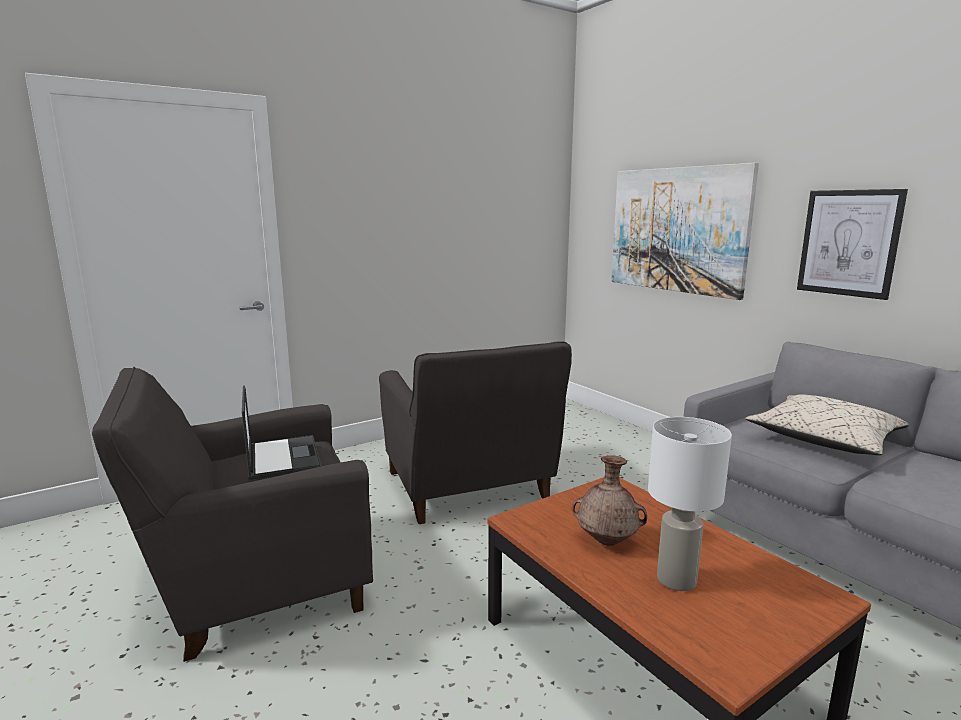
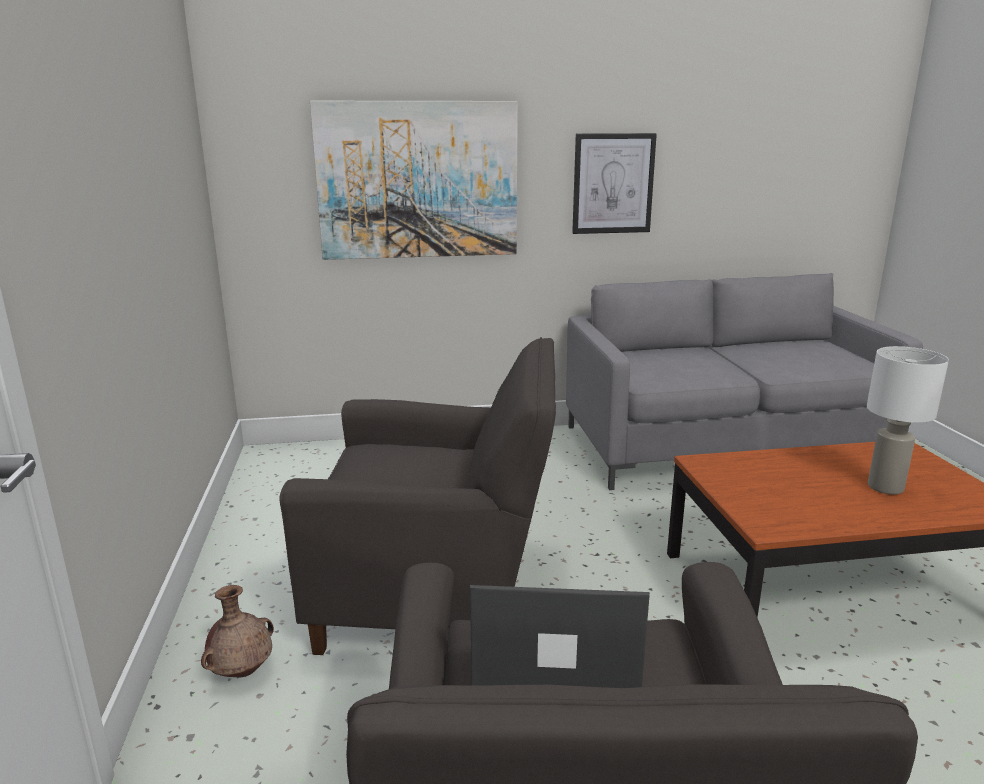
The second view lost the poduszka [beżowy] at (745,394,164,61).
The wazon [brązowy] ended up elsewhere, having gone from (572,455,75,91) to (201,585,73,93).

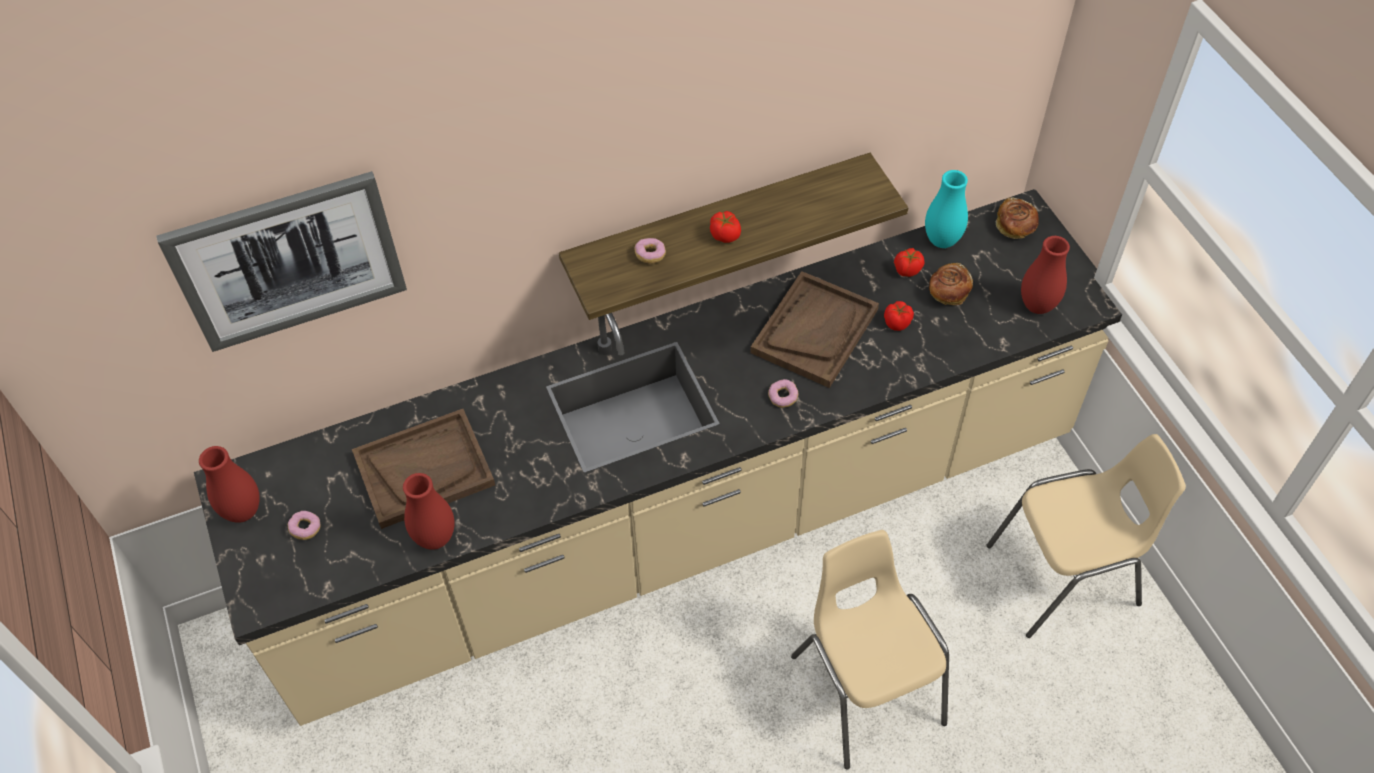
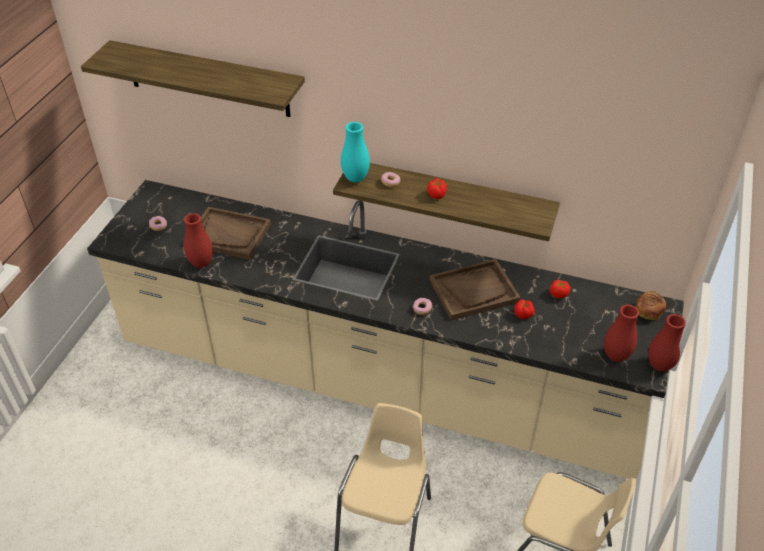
The wazon [turkusowy] ended up elsewhere, having gone from (925,170,43,78) to (341,122,29,60).
Where the obraz hung at (156,171,251,181), the półka came to hang at (81,40,224,77).
The second view lost the chleb at (929,263,44,42).
The wazon [czerwony] ended up elsewhere, having gone from (199,446,61,77) to (648,314,38,58).

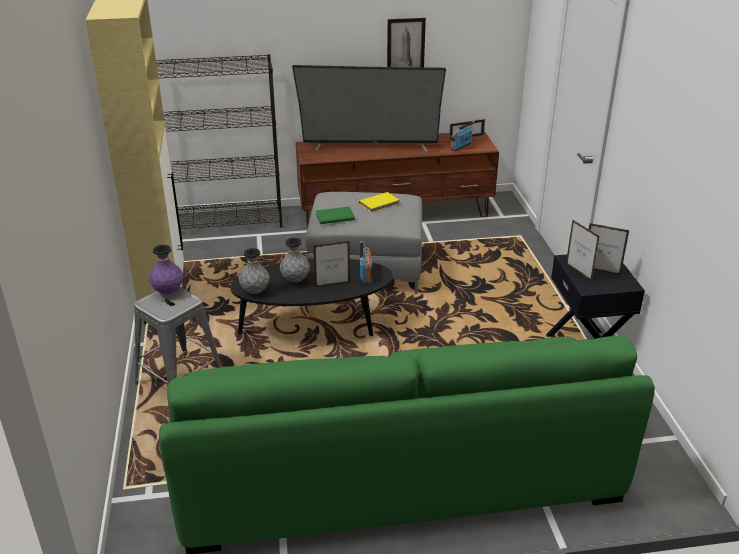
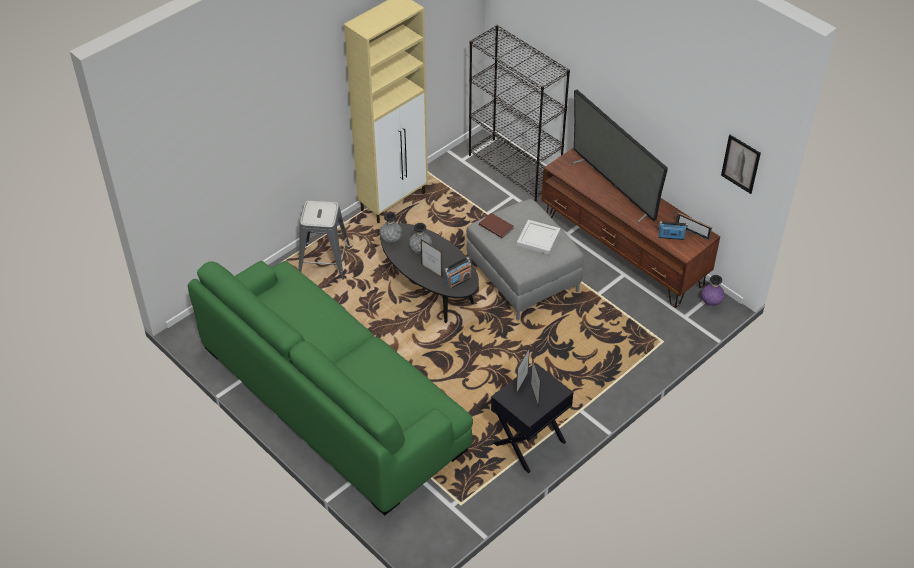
The obraz ended up elsewhere, having gone from (387,18,39,49) to (721,135,40,59).
Where the książka [żółty] stood at (359,192,41,20), the taca [biały] came to stand at (517,220,43,34).
What was the książka [zielony] at (316,207,39,17) turned into the książka [brązowy] at (479,213,35,25).
The wazon [fioletowy] ended up elsewhere, having gone from (149,245,34,49) to (701,275,24,31).

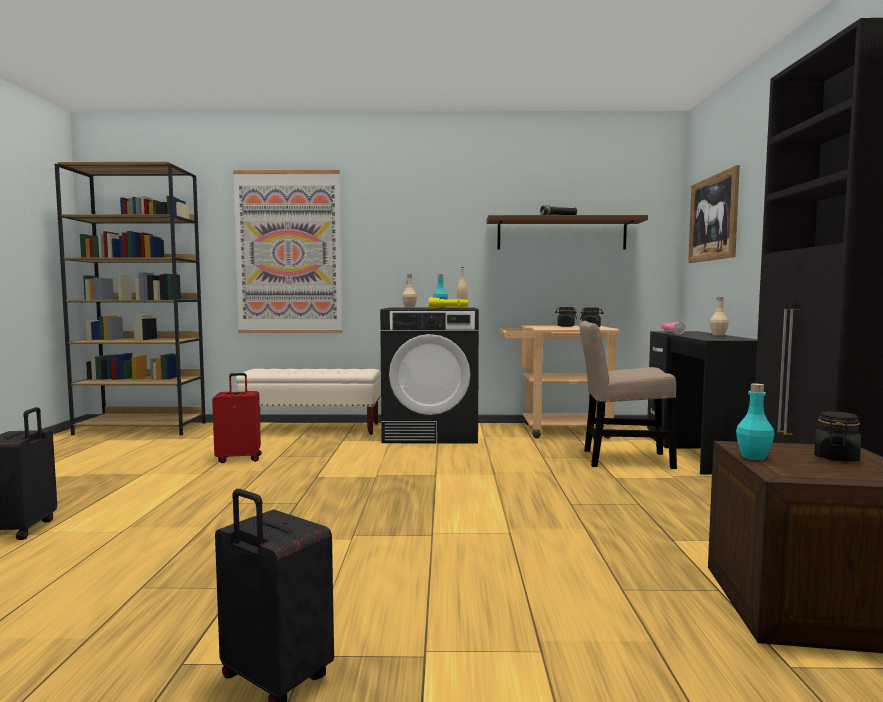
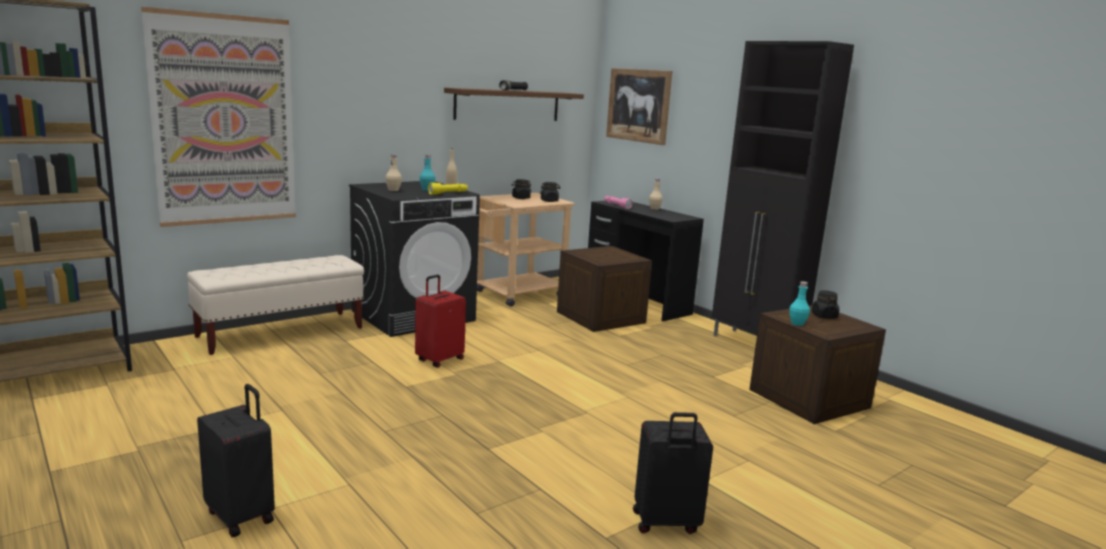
Where the krzesło [beżowy] stood at (579,321,98,148), the skrzynka came to stand at (557,246,95,86).
The walizka [czerwony] ended up elsewhere, having gone from (212,373,50,90) to (415,275,51,93).

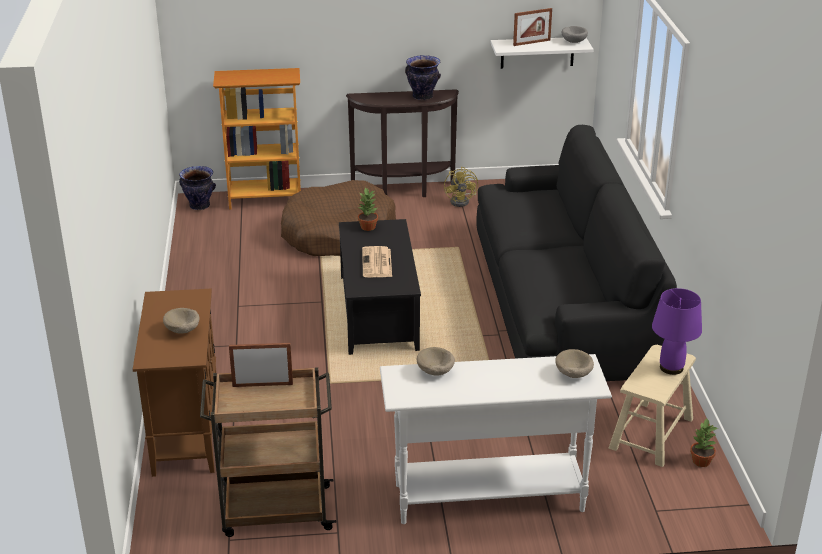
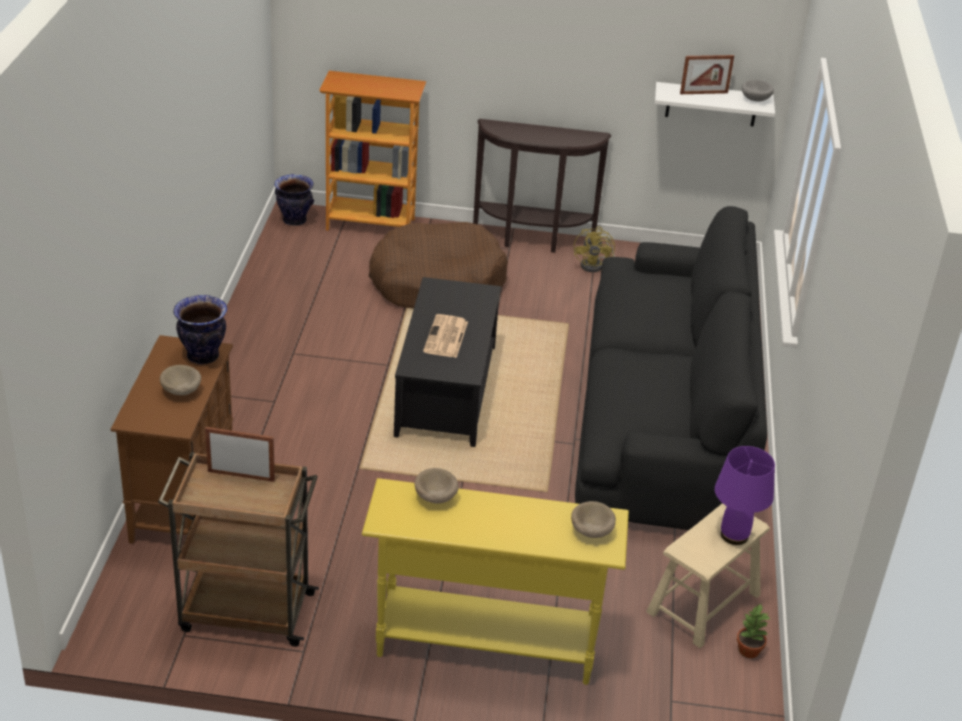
The wazon ended up elsewhere, having gone from (405,55,36,45) to (174,295,53,69).
The second view lost the roślina doniczkowa at (358,187,20,44).
What was the stolik konsolowy [biały] at (380,354,232,170) turned into the stolik konsolowy [żółty] at (362,478,267,207).

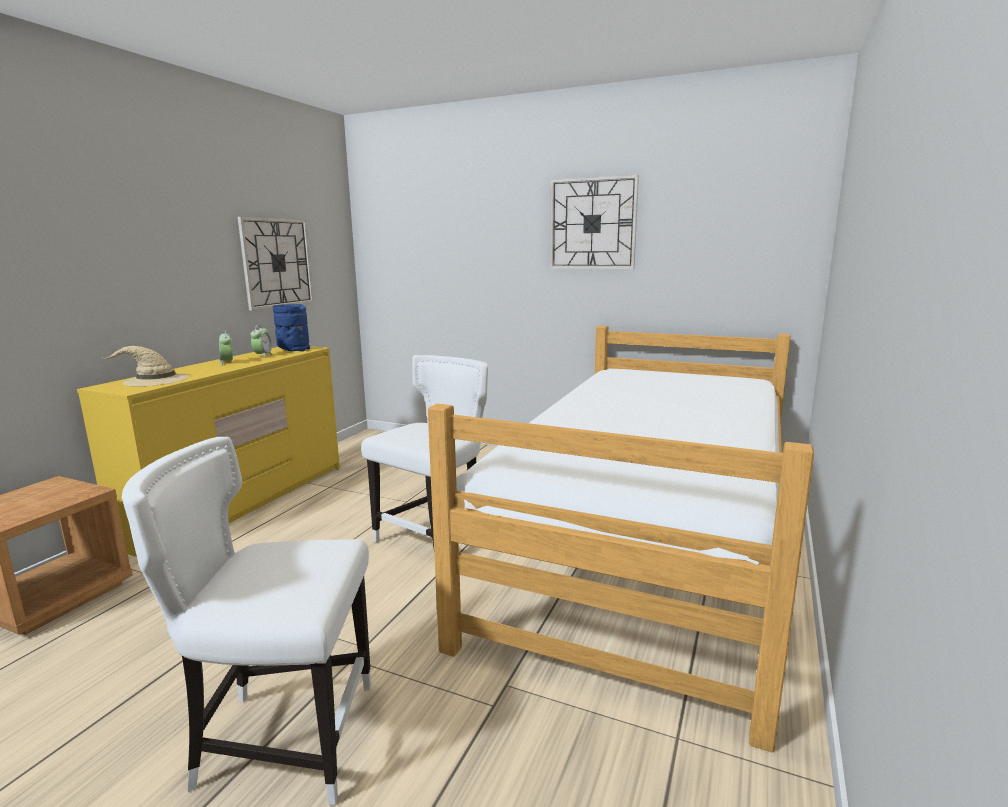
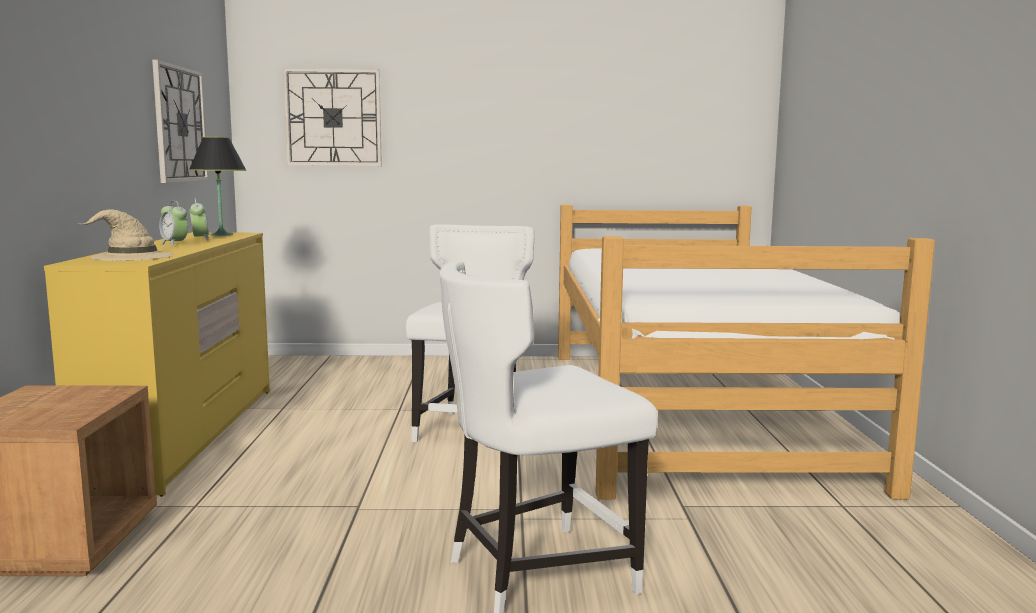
The zegar ścienny ended up elsewhere, having gone from (550,175,89,94) to (283,68,99,98).
Where the wazon [niebieski] stood at (273,304,37,48), the lampa stołowa [czarny] came to stand at (189,137,58,99).

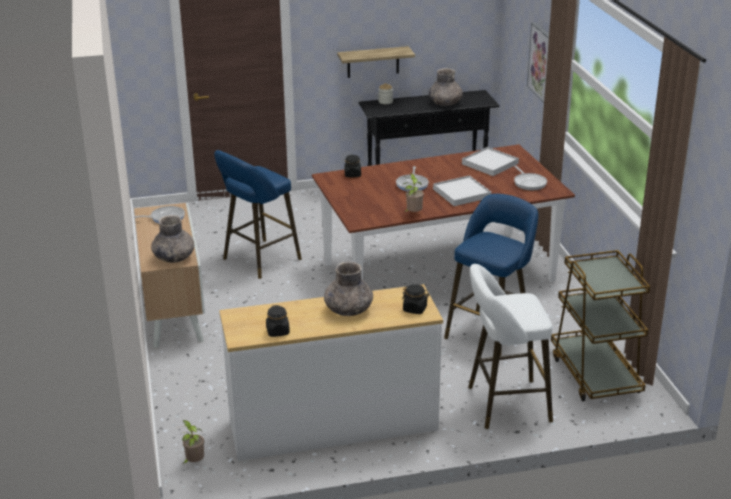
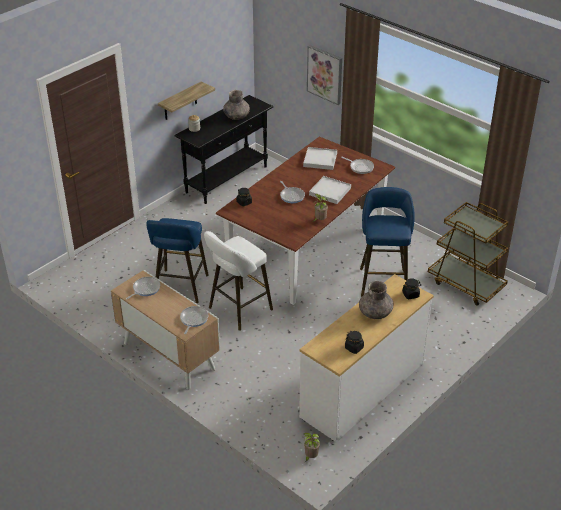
Where the wazon [szary] stood at (151,215,43,48), the patelnia came to stand at (180,306,28,28).
The stołek [biały] ended up elsewhere, having gone from (468,264,85,165) to (204,231,69,100).

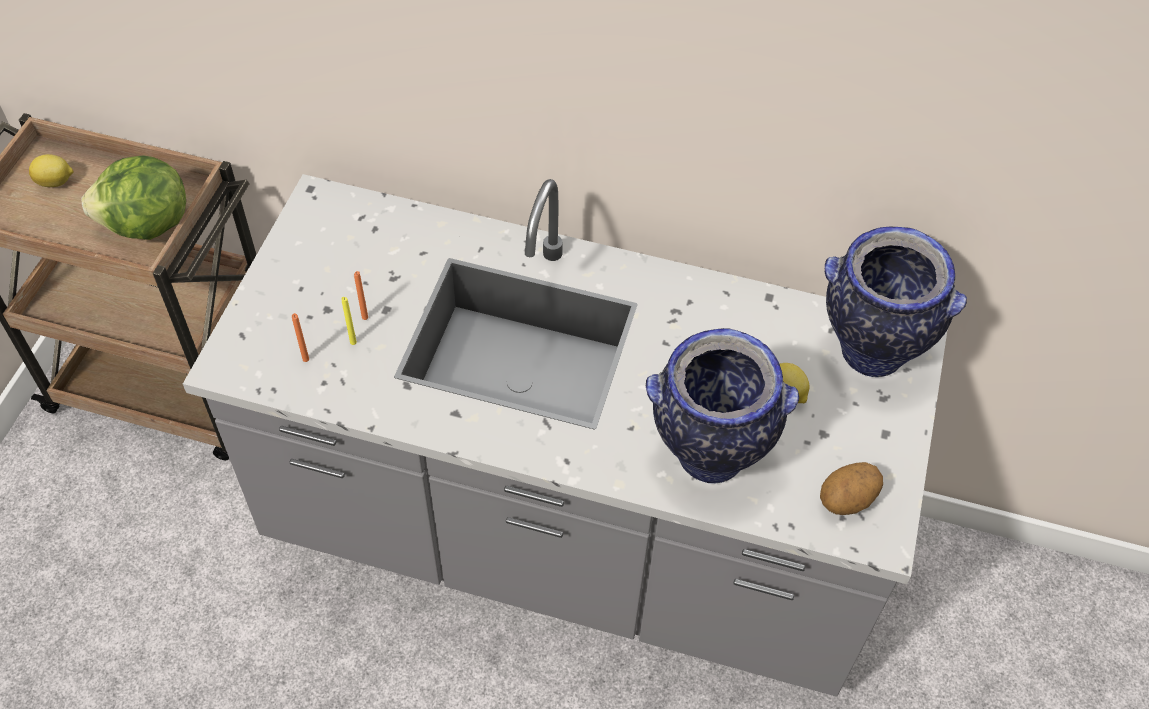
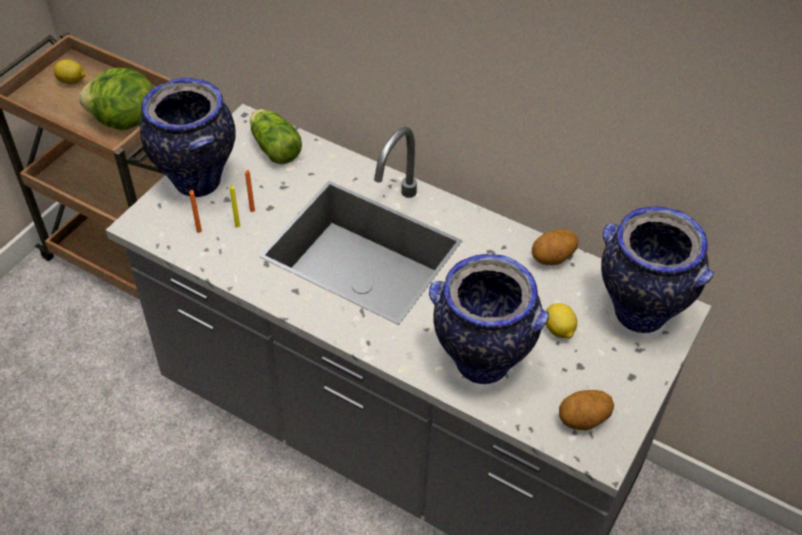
The second view gained the wazon at (140,78,95,119).
The second view gained the sałata at (250,109,52,55).
The second view gained the ziemniak at (532,229,46,36).

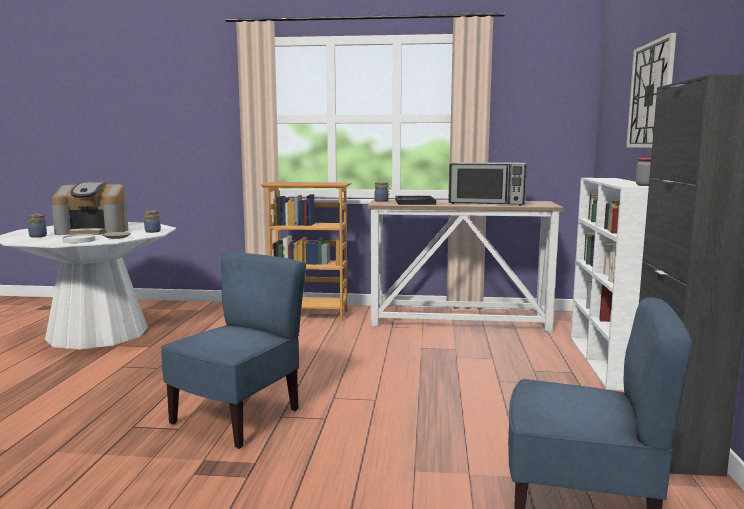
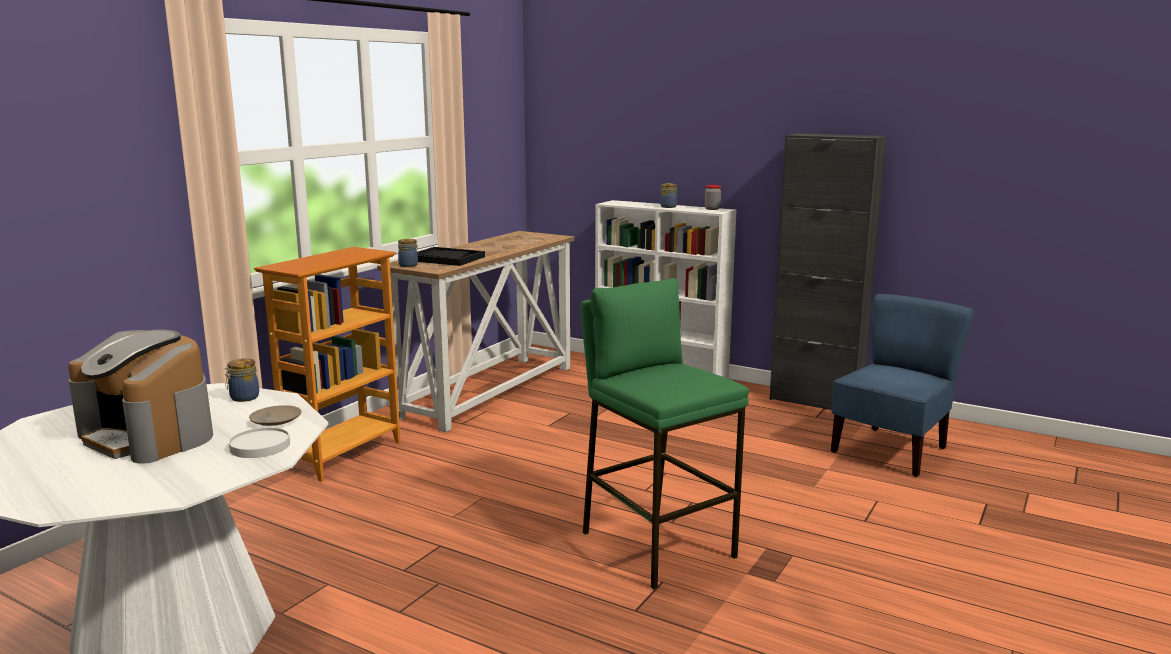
The second view lost the zegar ścienny at (626,33,50,115).
The second view lost the mikrofalówka at (448,162,79,43).
The ekspres do kawy at (52,182,76,53) ended up facing another way, 105 degrees clockwise from before.
The słoik ended up elsewhere, having gone from (28,214,19,24) to (660,183,17,25).
Where the krzesło [niebieski] stood at (161,253,145,196), the stołek [zielony] came to stand at (581,278,168,312).

